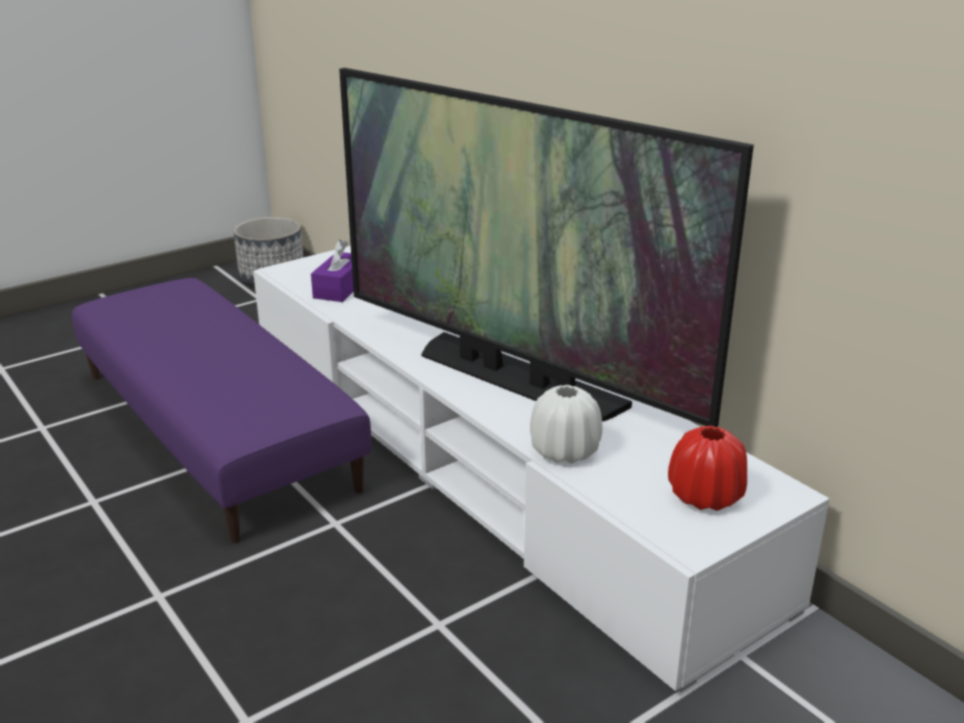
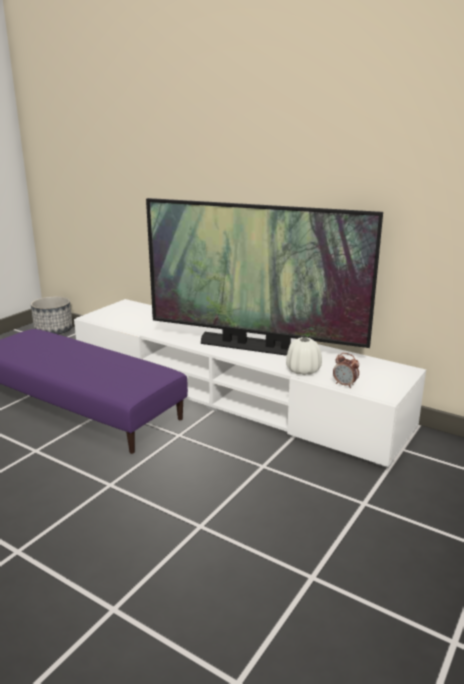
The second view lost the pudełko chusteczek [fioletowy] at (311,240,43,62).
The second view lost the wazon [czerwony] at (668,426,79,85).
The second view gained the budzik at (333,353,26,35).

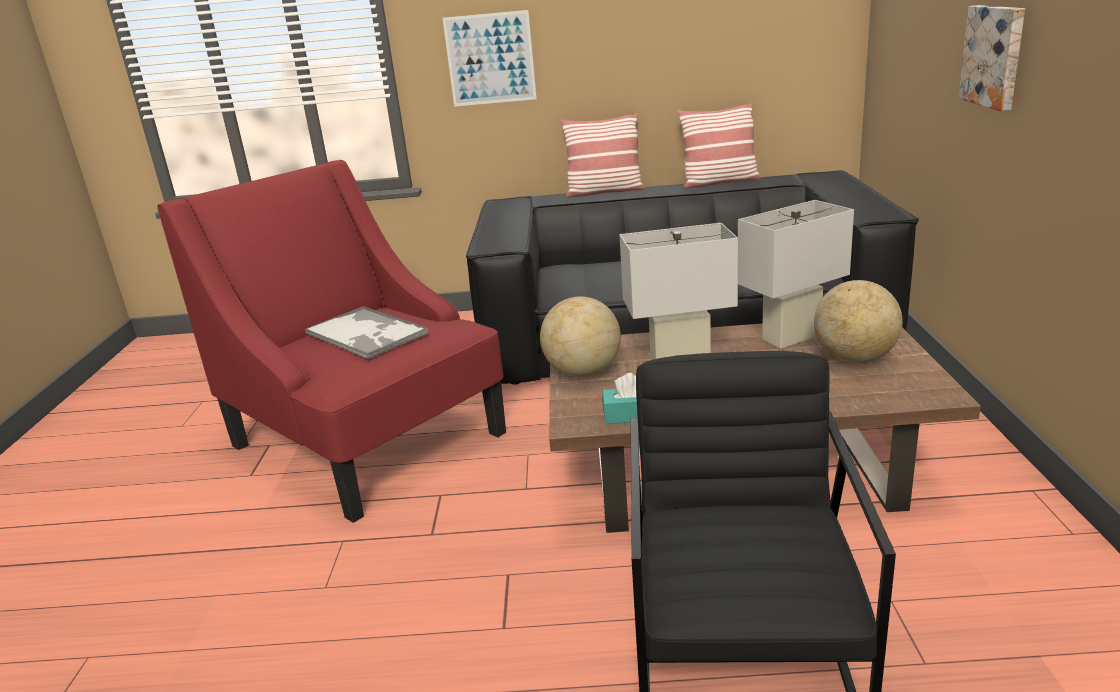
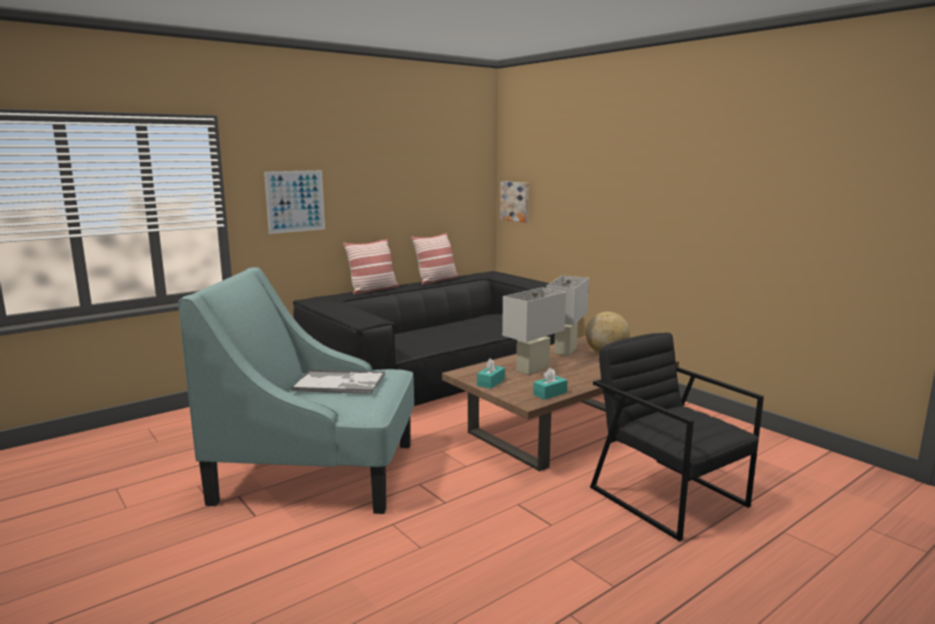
The obraz ended up elsewhere, having gone from (958,5,67,106) to (500,181,29,41).
What was the fotel [czerwony] at (157,160,349,363) turned into the fotel [turkusowy] at (178,267,236,247).
Where the globus stood at (540,296,81,81), the pudełko chusteczek [turkusowy] came to stand at (477,358,28,31).

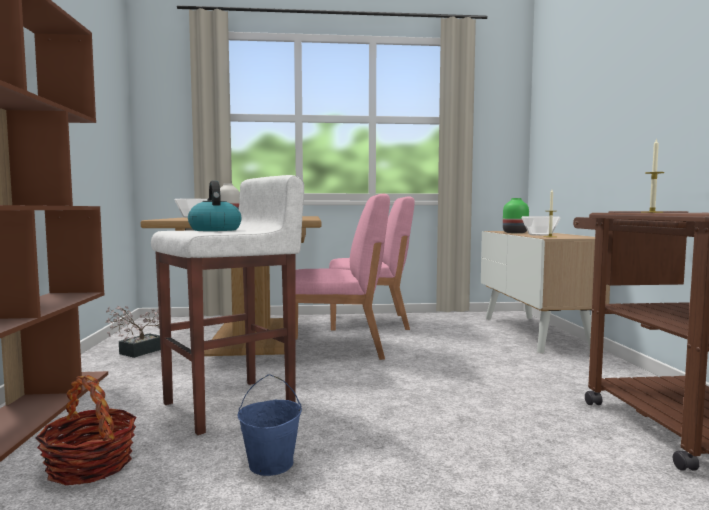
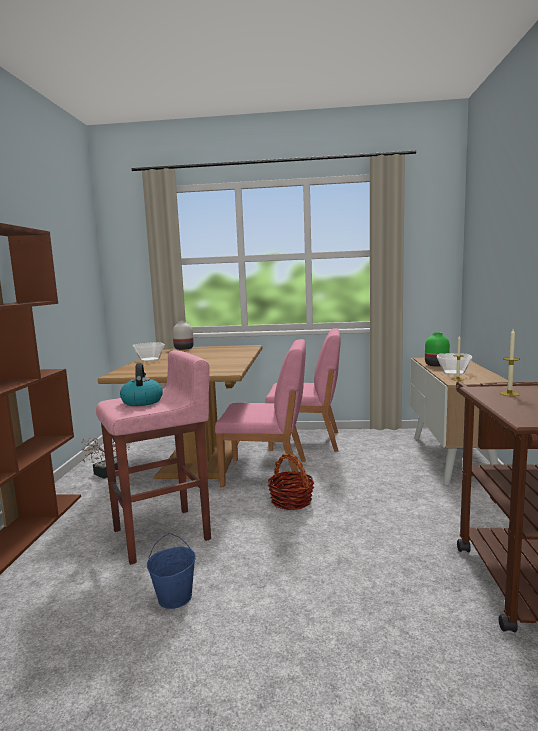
What was the stołek [biały] at (151,175,153,260) turned into the stołek [różowy] at (96,350,115,215).
The koszyk ended up elsewhere, having gone from (35,375,102,110) to (268,454,46,56).

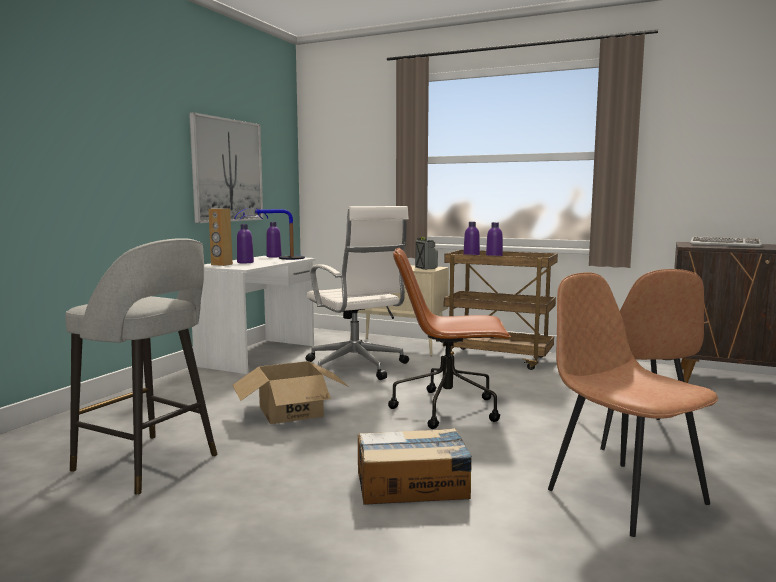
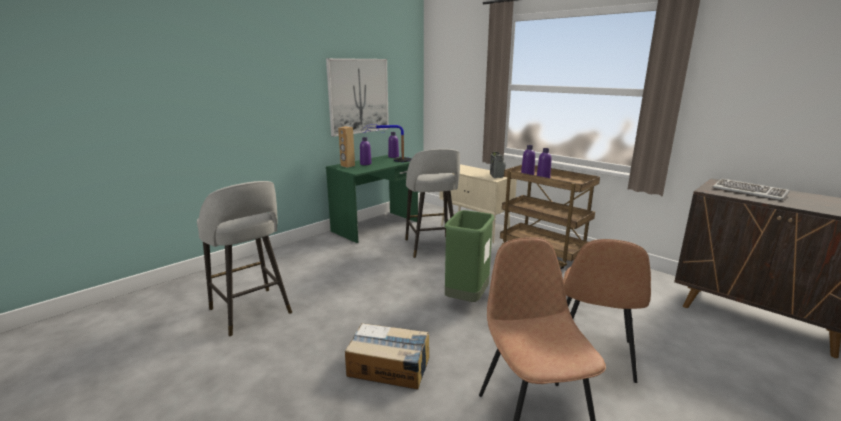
Where the krzesło biurowe [biały] stood at (306,206,103,174), the stołek [szary] came to stand at (405,149,55,109).
Where the krzesło biurowe [brązowy] stood at (388,248,123,181), the kosz na śmieci [zielony] came to stand at (445,210,49,92).
What was the biurko [biały] at (192,256,124,118) turned into the biurko [zielony] at (326,155,92,88).
The second view lost the karton at (232,361,117,63).

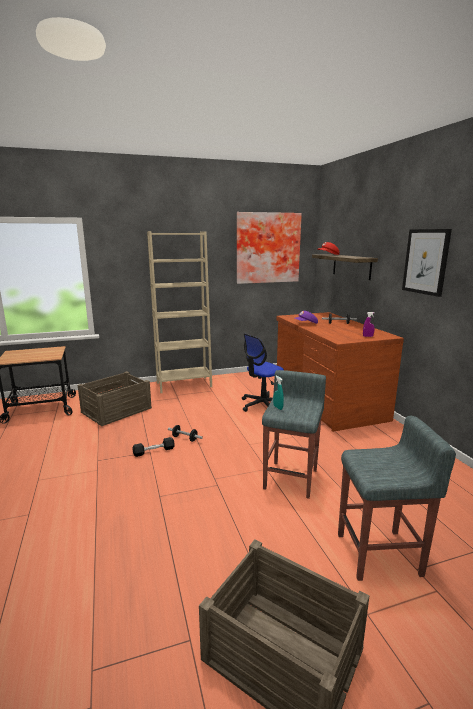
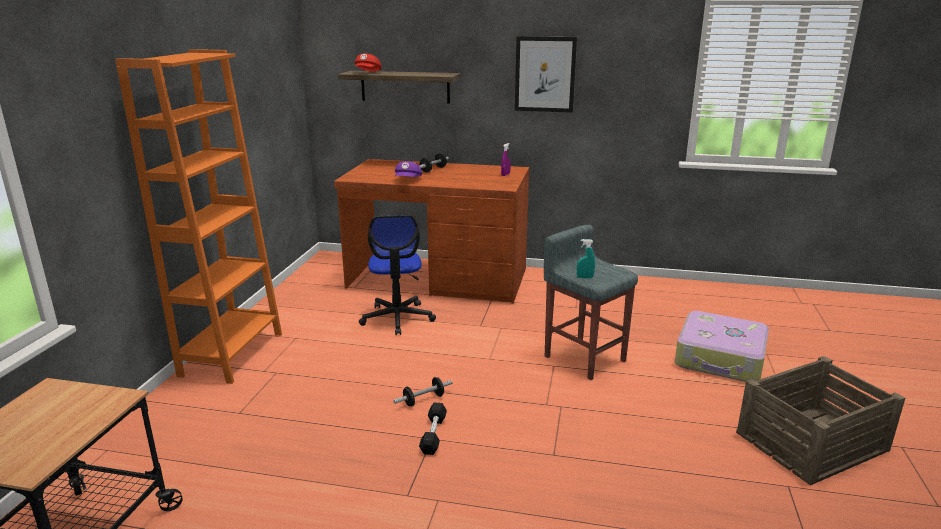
The second view lost the obraz at (237,212,65,72).
What was the regał [beżowy] at (147,231,65,162) turned into the regał [pomarańczowy] at (115,49,167,335).
The second view lost the skrzynka at (78,371,74,55).
Where the stołek [szary] stood at (338,416,118,165), the walizka came to stand at (675,311,94,71).

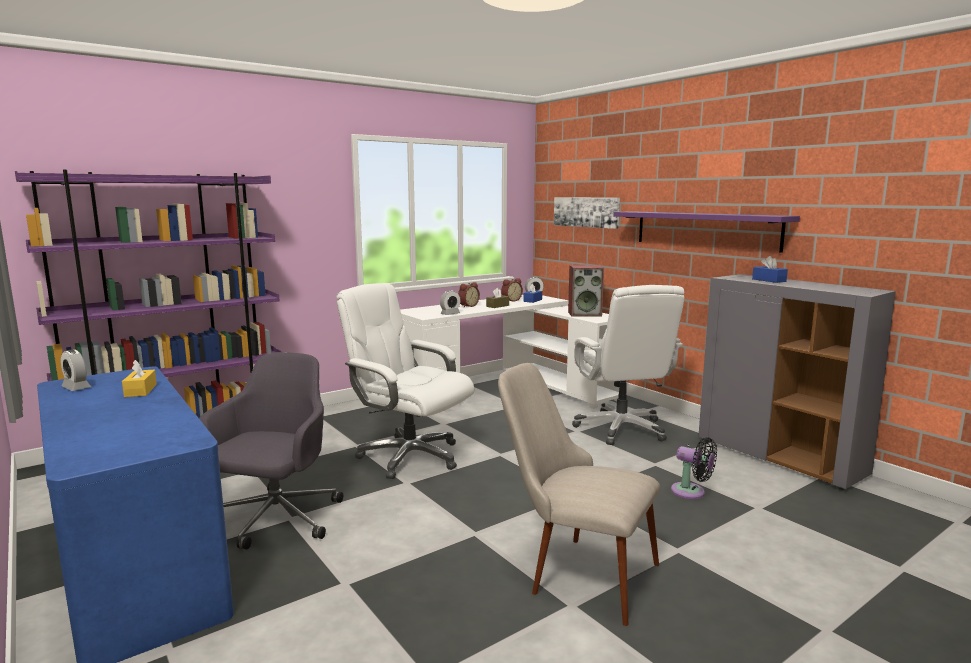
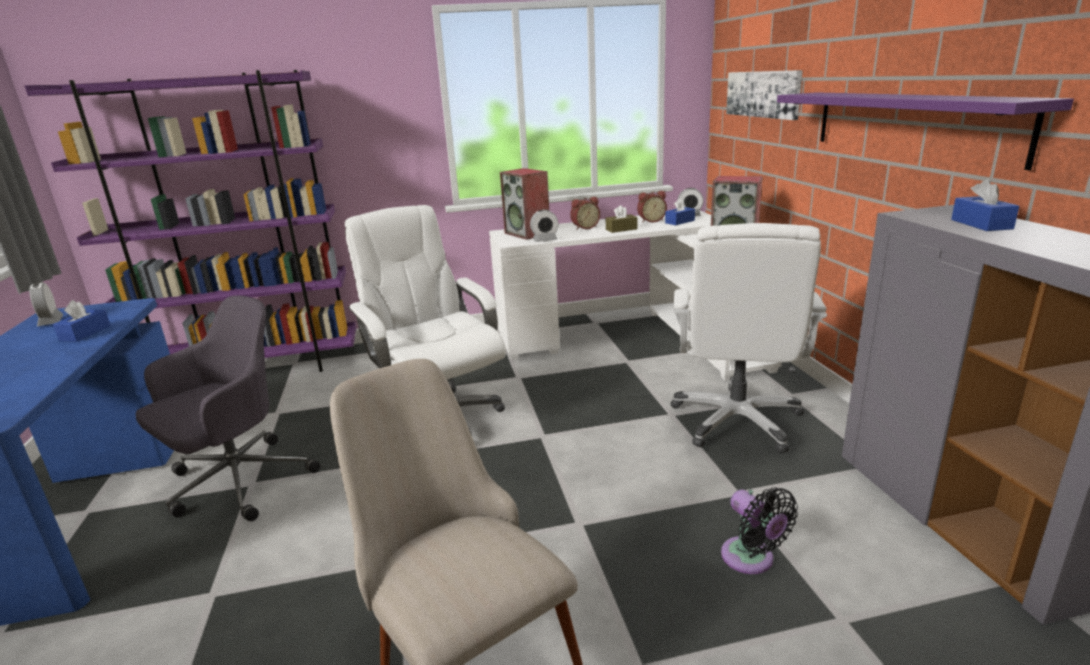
What was the pudełko chusteczek [żółty] at (122,360,35,37) turned into the pudełko chusteczek [niebieski] at (53,300,58,42).
The second view gained the głośnik at (500,168,49,72).

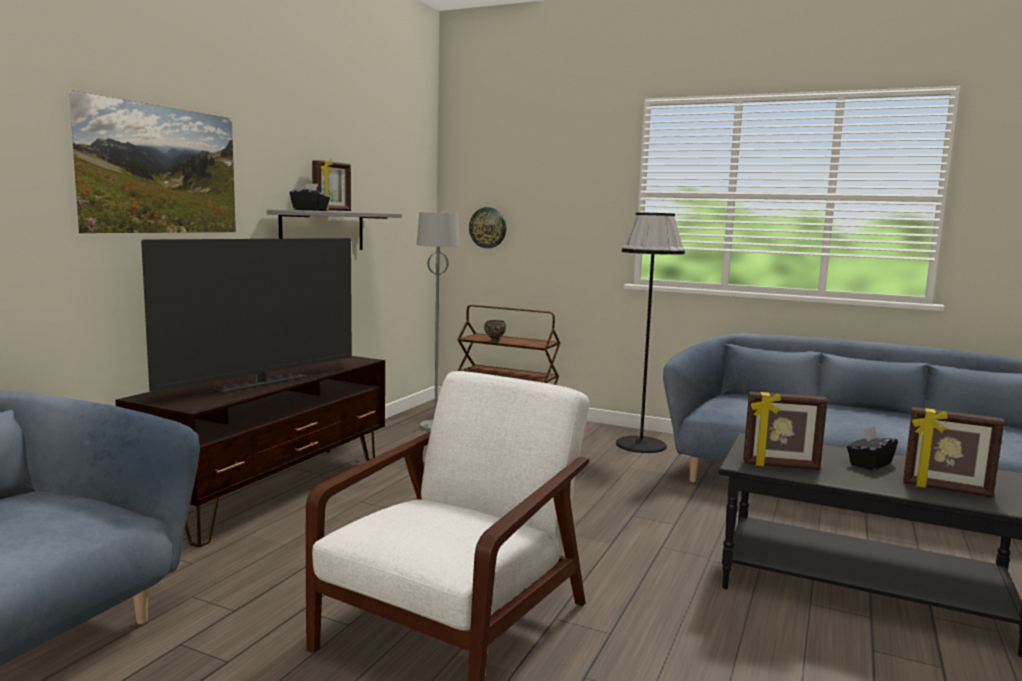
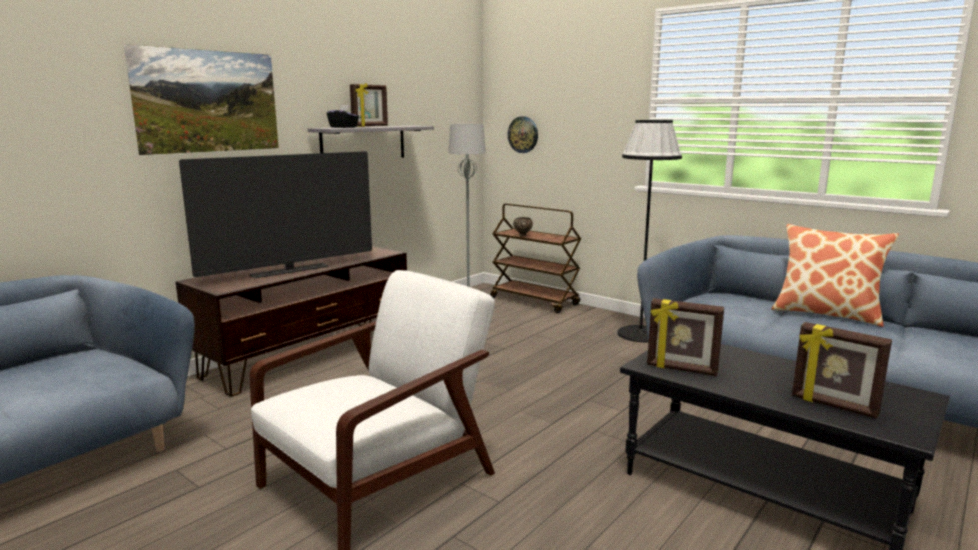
The second view lost the pudełko chusteczek [czarny] at (847,426,51,44).
The second view gained the poduszka at (772,224,127,103).

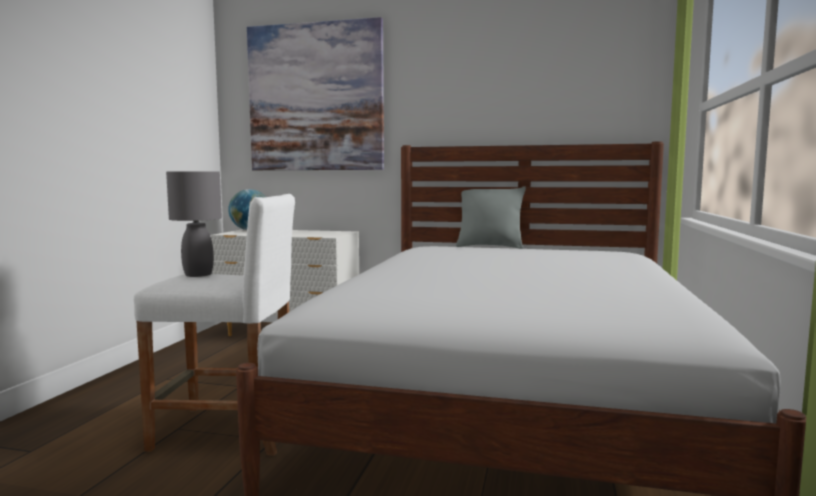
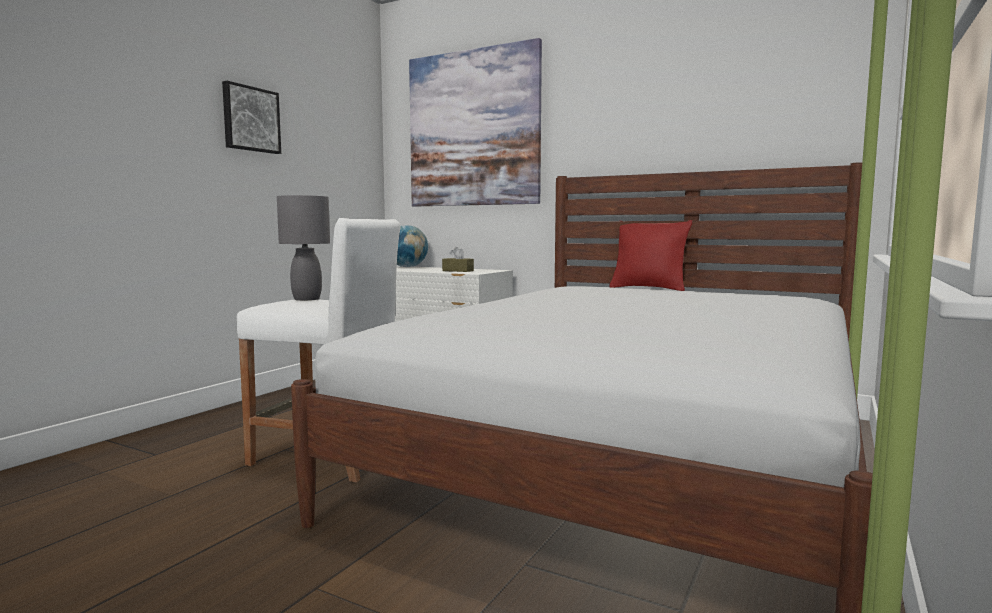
What was the poduszka [szary] at (456,186,70,63) turned into the poduszka [czerwony] at (609,220,84,71).
The second view gained the obraz at (222,81,59,73).
The second view gained the pudełko chusteczek [brązowy] at (442,247,32,25).

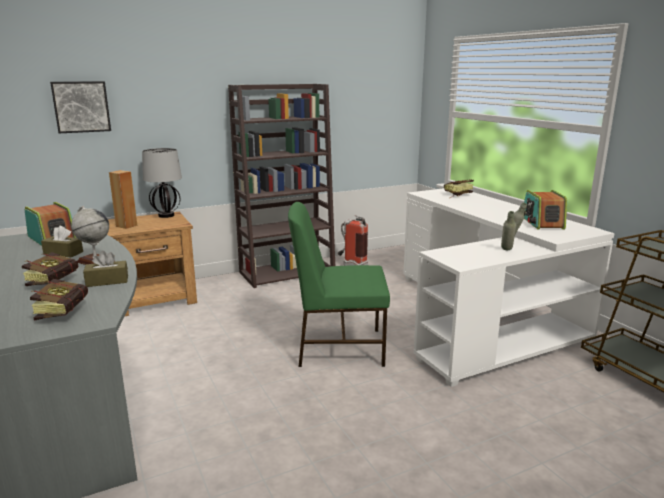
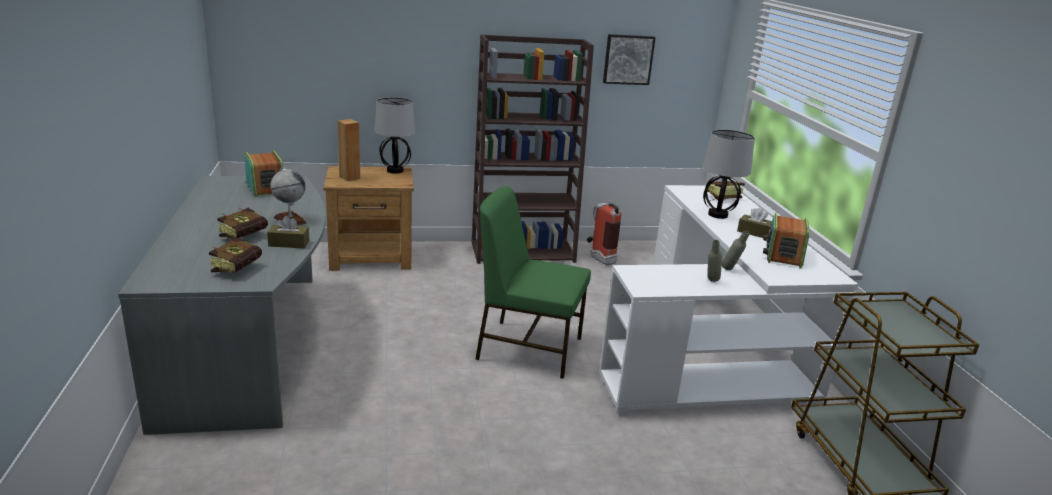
The obraz ended up elsewhere, having gone from (50,81,61,52) to (603,34,53,51).
The pudełko chusteczek [brązowy] ended up elsewhere, having gone from (41,226,42,32) to (737,208,35,30).
The second view gained the lampa stołowa at (703,130,52,89).

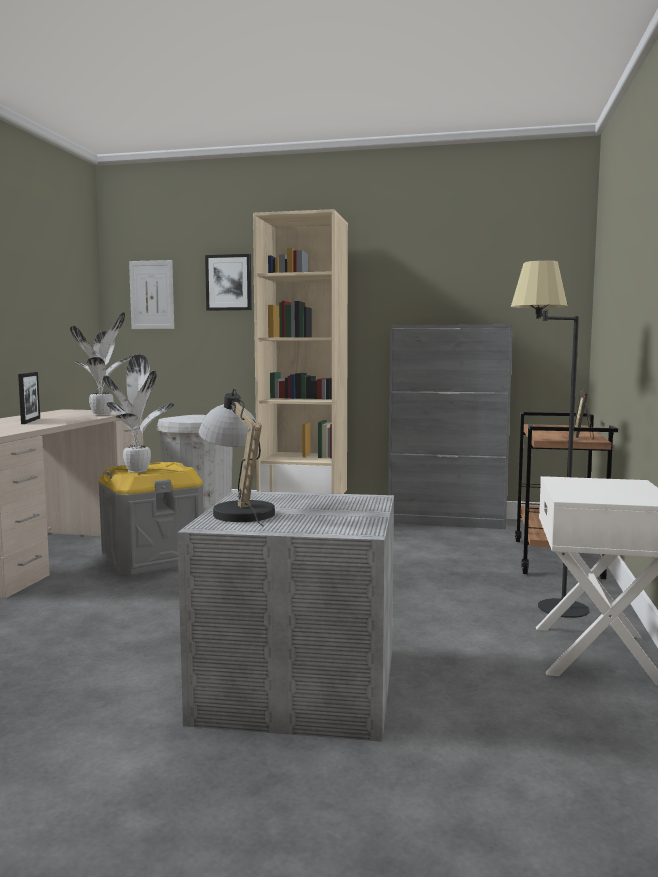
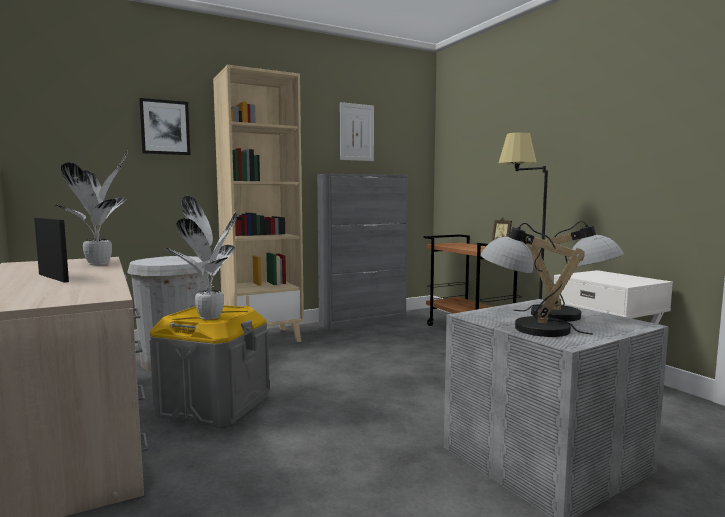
The obraz ended up elsewhere, having gone from (129,260,45,69) to (340,102,34,59).
The second view gained the lampa stołowa at (514,221,110,101).

